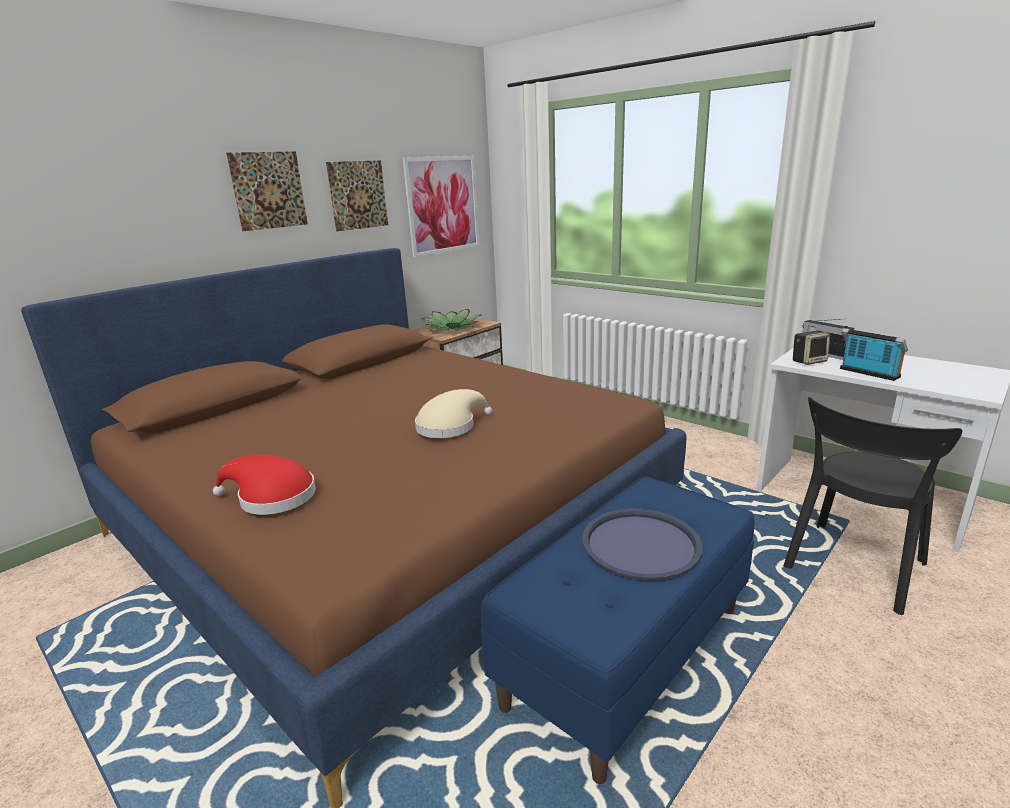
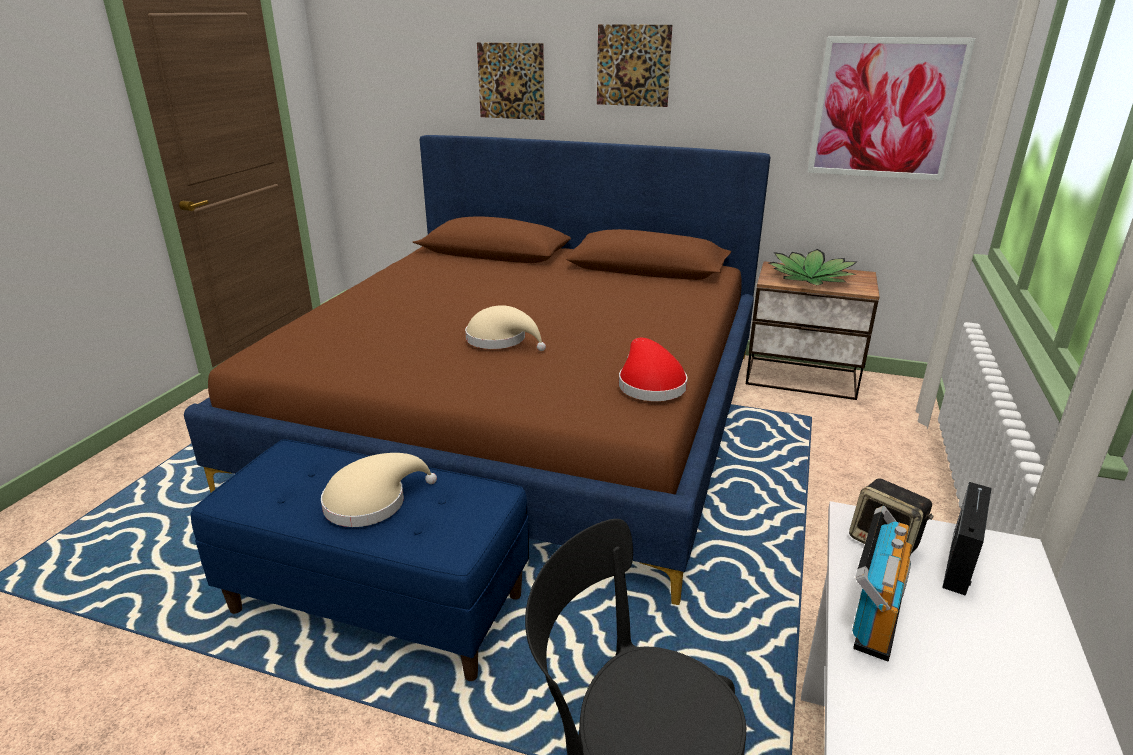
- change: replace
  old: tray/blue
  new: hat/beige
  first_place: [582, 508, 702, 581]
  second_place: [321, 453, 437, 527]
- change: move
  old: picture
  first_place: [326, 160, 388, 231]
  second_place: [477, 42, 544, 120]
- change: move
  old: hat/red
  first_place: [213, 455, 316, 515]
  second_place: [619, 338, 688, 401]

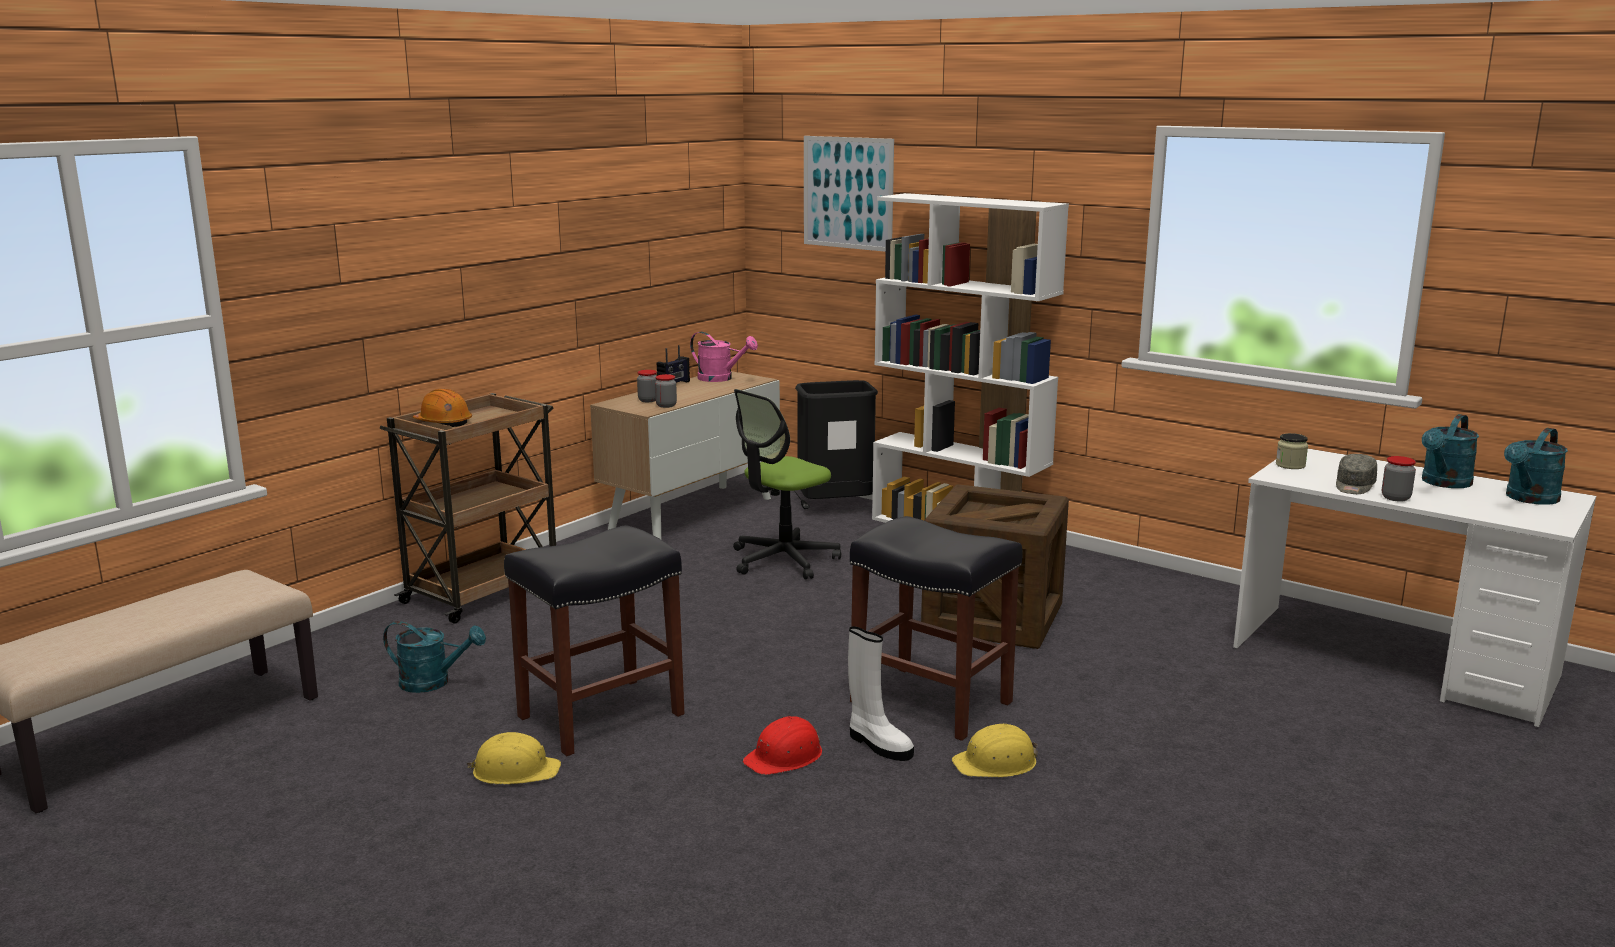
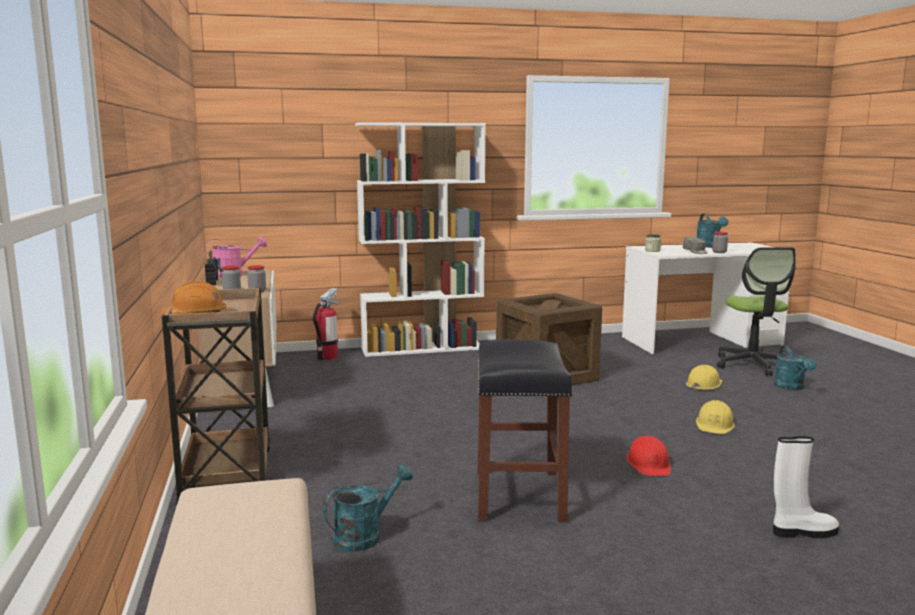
- change: replace
  old: trash can/black
  new: fire extinguisher
  first_place: [795, 380, 878, 499]
  second_place: [313, 288, 339, 360]
- change: move
  old: hard hat/yellow
  first_place: [467, 732, 561, 785]
  second_place: [686, 365, 722, 390]
- change: move
  old: office chair
  first_place: [733, 389, 841, 580]
  second_place: [717, 247, 796, 376]
- change: move
  old: boot/white
  first_place: [848, 626, 914, 761]
  second_place: [773, 436, 839, 538]
- change: move
  old: watering can/turquoise
  first_place: [1504, 428, 1568, 505]
  second_place: [774, 345, 816, 391]
- change: delete
  old: picture
  first_place: [804, 136, 894, 252]
- change: delete
  old: stool/black
  first_place: [850, 516, 1023, 741]

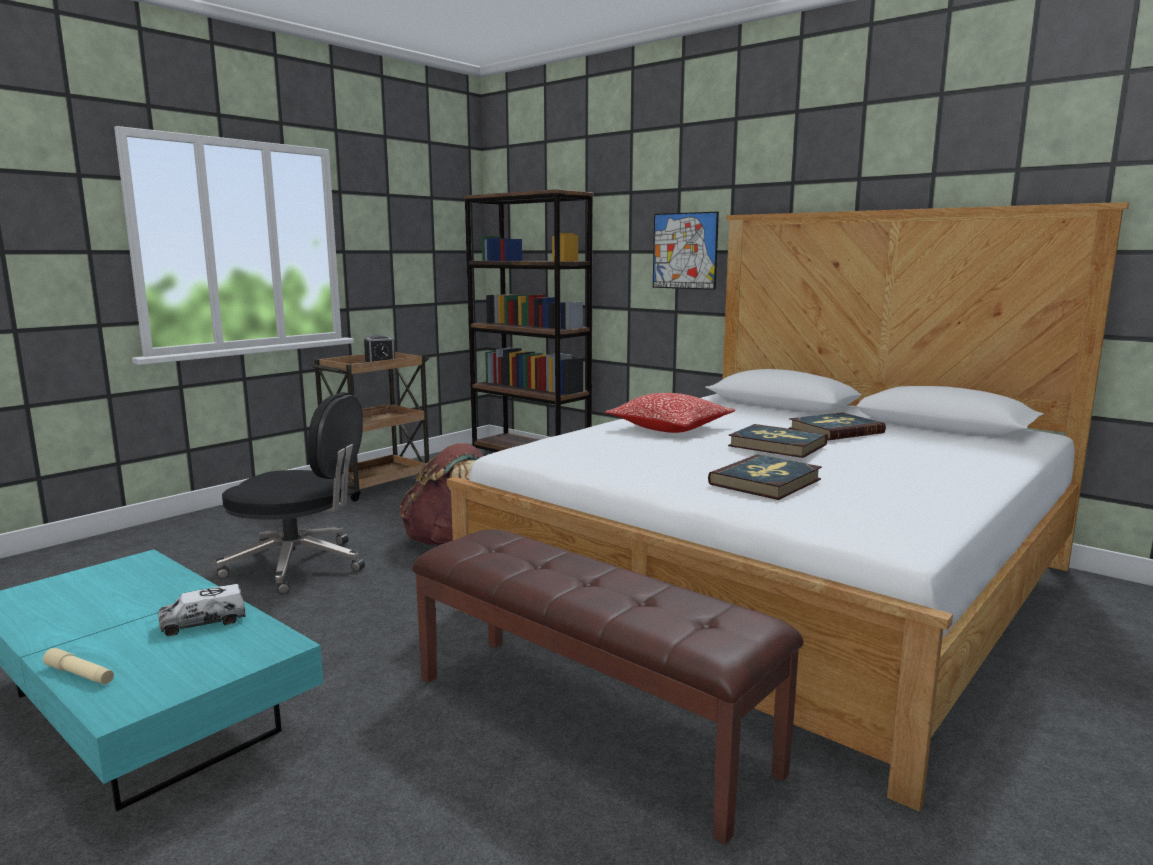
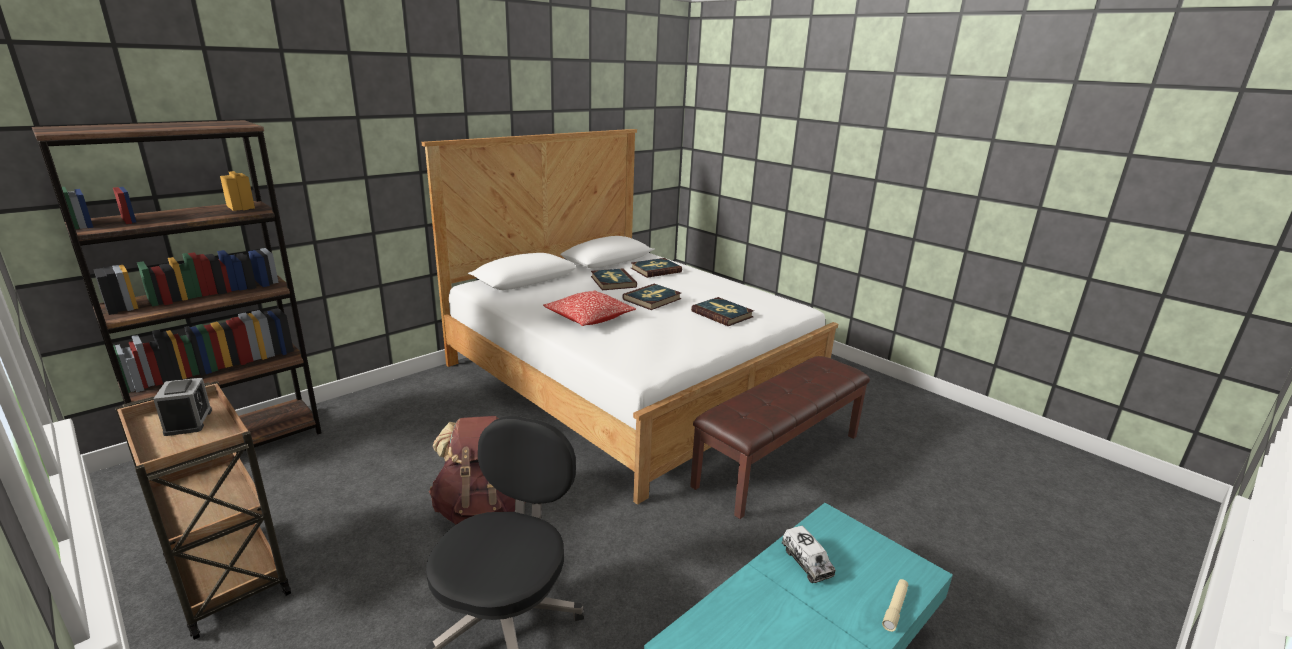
- change: insert
  new: book
  second_place: [631, 258, 682, 278]
- change: delete
  old: picture
  first_place: [653, 212, 719, 290]

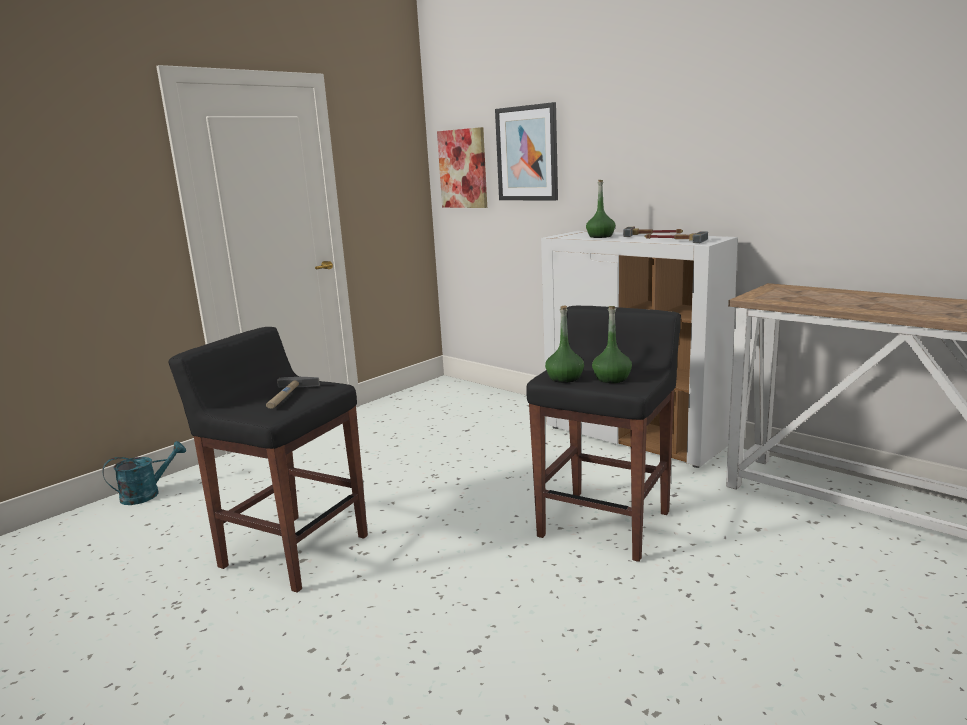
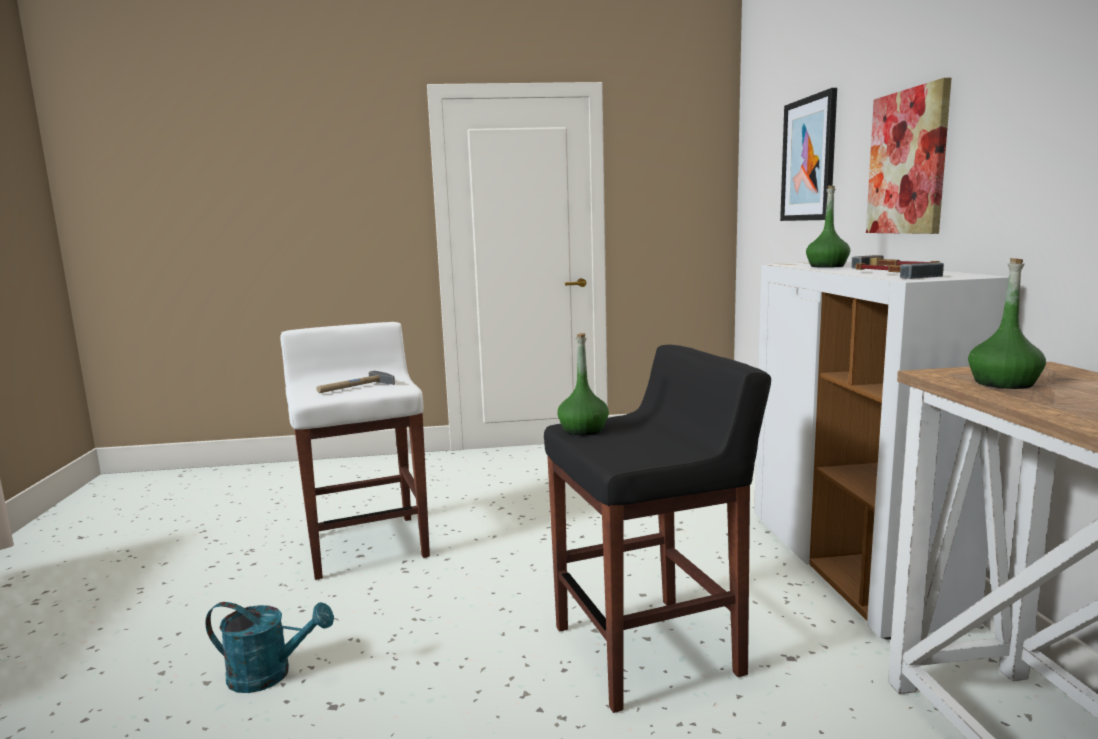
- change: move
  old: watering can/turquoise
  first_place: [102, 441, 186, 505]
  second_place: [205, 602, 334, 693]
- change: recolor
  old: stool/black
  new: stool/white
  first_place: [168, 327, 368, 593]
  second_place: [280, 322, 430, 580]
- change: move
  old: picture
  first_place: [437, 127, 487, 208]
  second_place: [866, 78, 951, 234]
- change: move
  old: bottle/green
  first_place: [592, 306, 632, 383]
  second_place: [968, 258, 1046, 389]

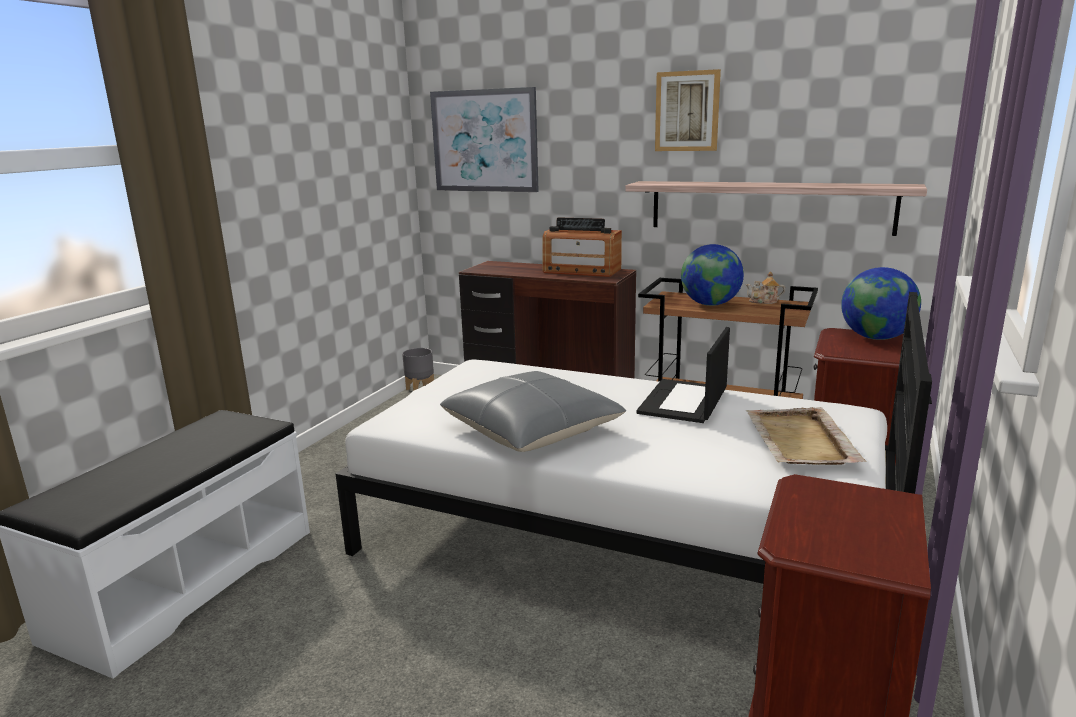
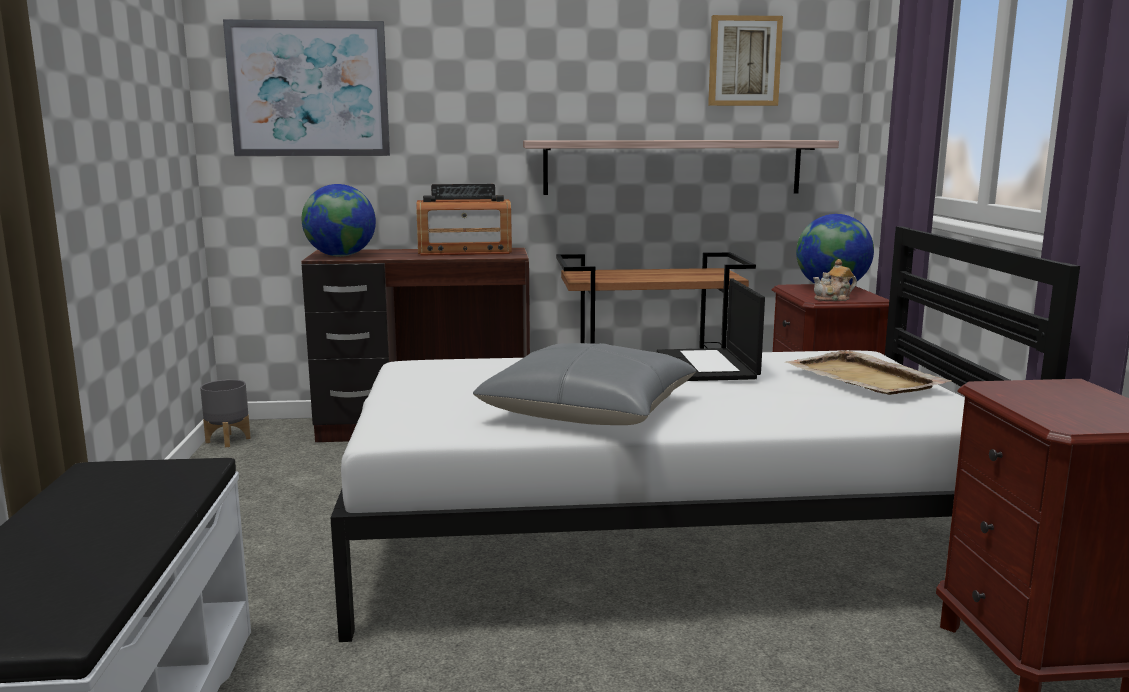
- change: move
  old: globe
  first_place: [681, 244, 744, 306]
  second_place: [302, 184, 376, 257]
- change: move
  old: picture
  first_place: [655, 69, 721, 151]
  second_place: [708, 15, 783, 106]
- change: move
  old: teapot
  first_place: [745, 272, 785, 304]
  second_place: [813, 259, 857, 301]

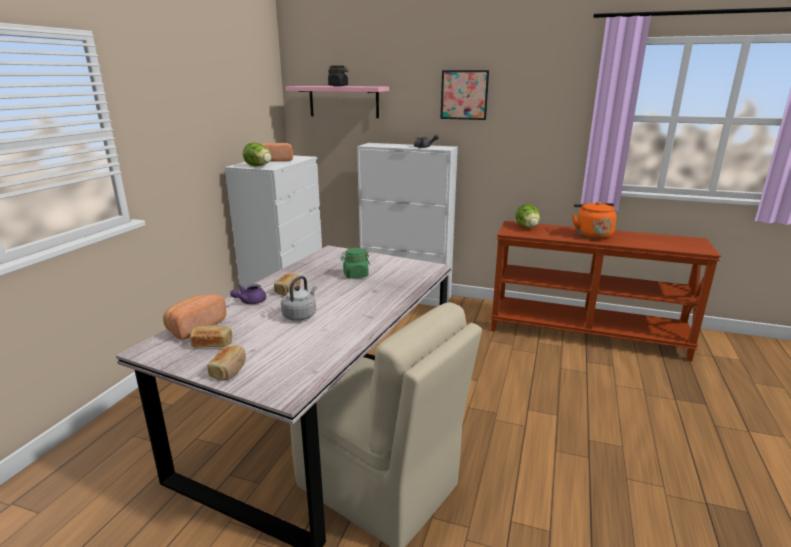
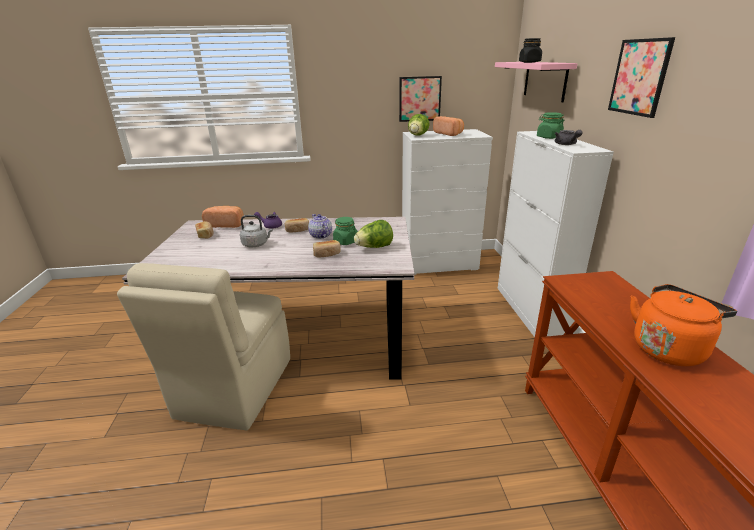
- change: insert
  new: teapot
  second_place: [308, 214, 332, 239]
- change: move
  old: bread
  first_place: [207, 345, 246, 381]
  second_place: [313, 240, 340, 257]
- change: move
  old: lettuce
  first_place: [516, 204, 540, 228]
  second_place: [354, 220, 393, 248]
- change: insert
  new: picture
  second_place: [399, 76, 442, 122]
- change: insert
  new: jar/green
  second_place: [537, 112, 564, 139]

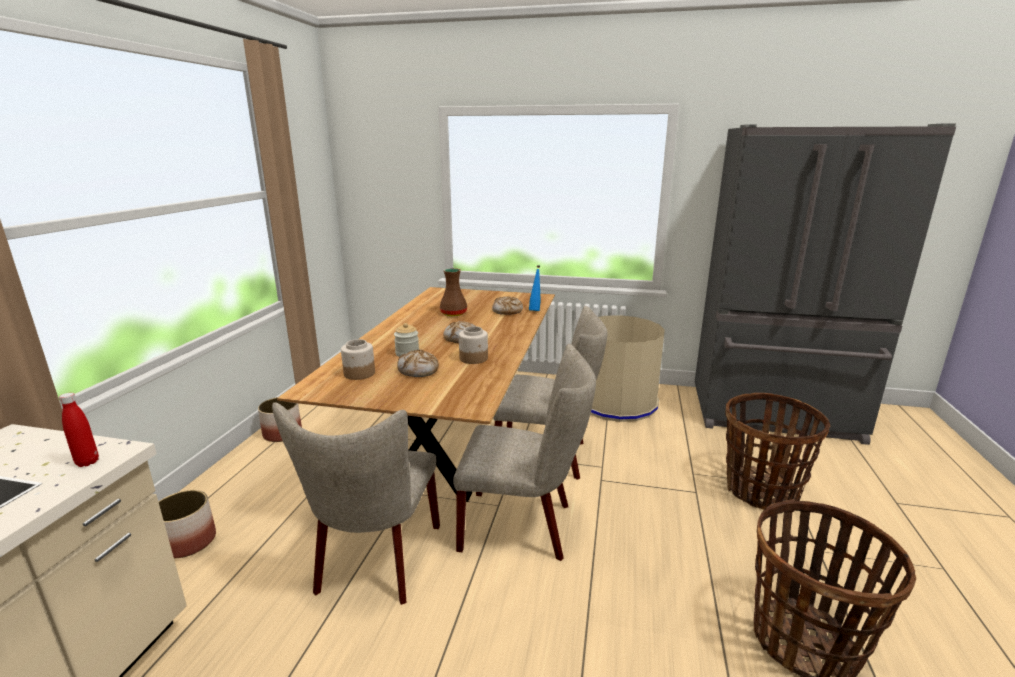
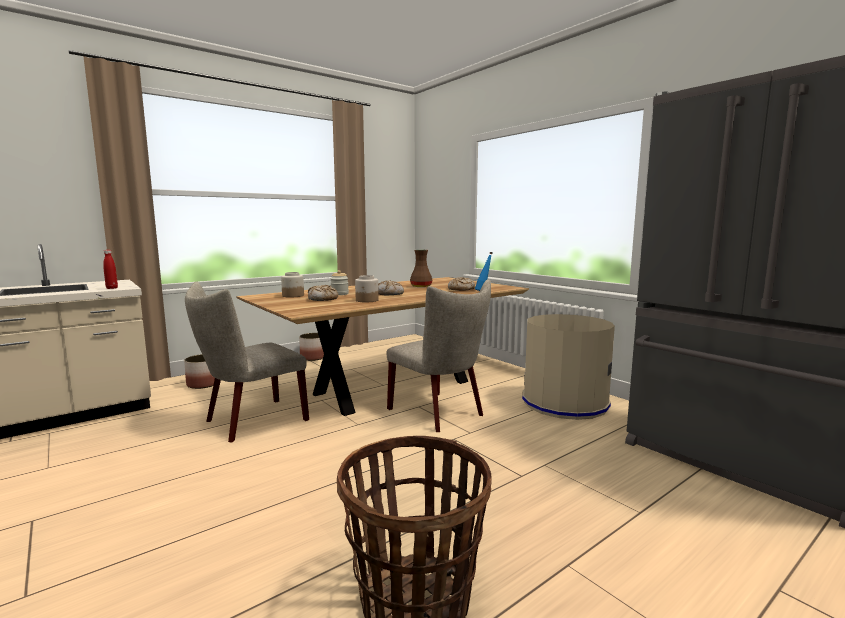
- change: delete
  old: chair/beige
  first_place: [453, 344, 596, 561]
- change: delete
  old: basket
  first_place: [725, 393, 830, 510]

